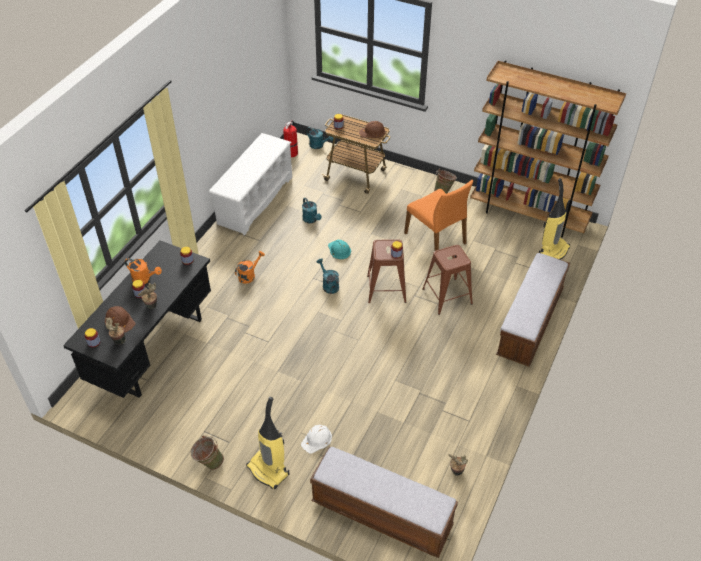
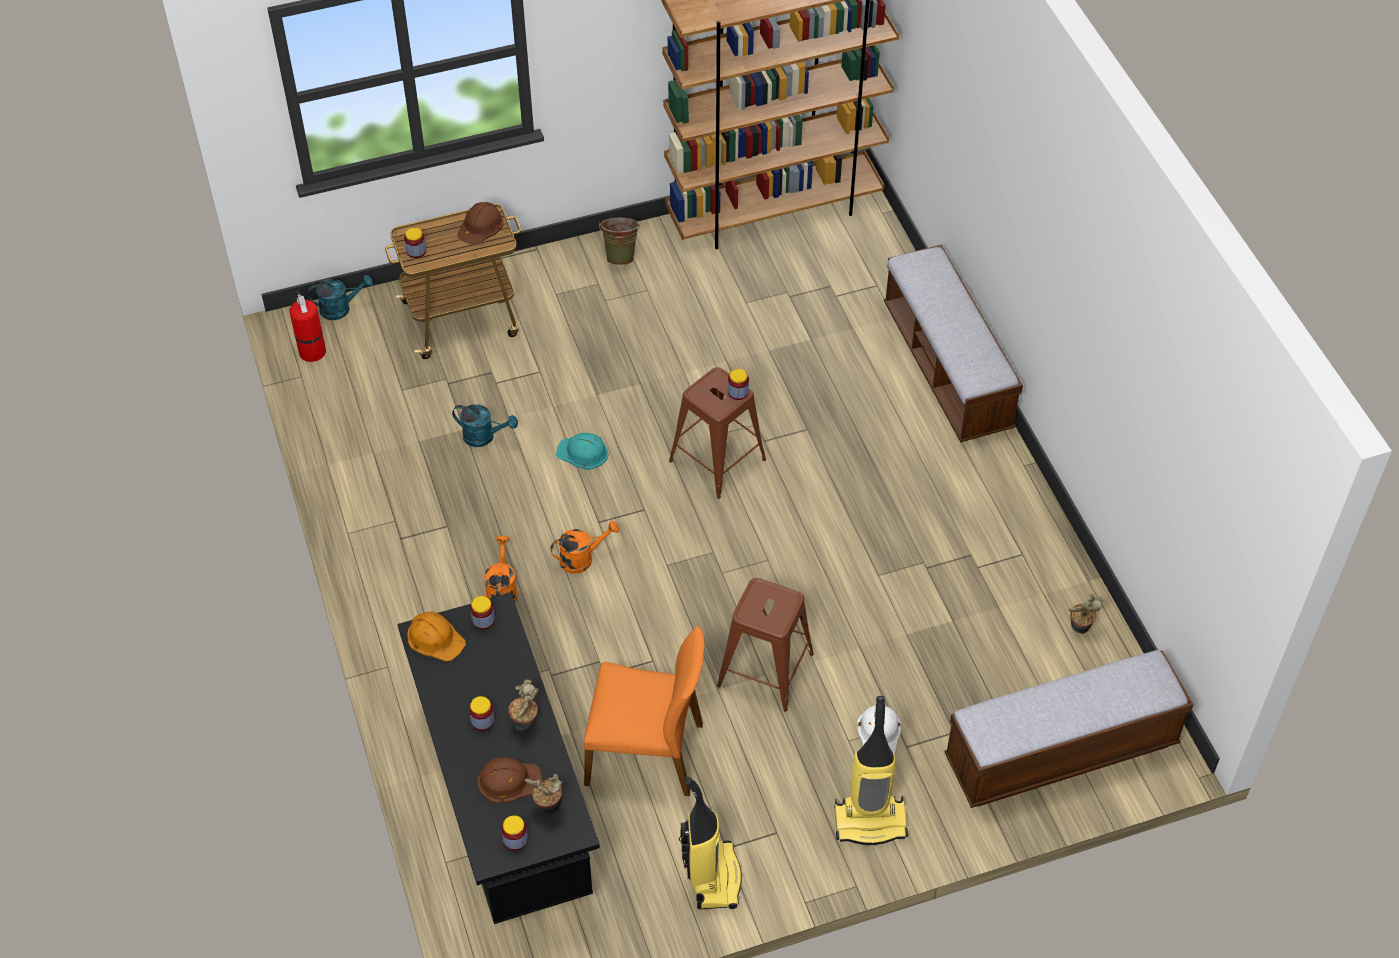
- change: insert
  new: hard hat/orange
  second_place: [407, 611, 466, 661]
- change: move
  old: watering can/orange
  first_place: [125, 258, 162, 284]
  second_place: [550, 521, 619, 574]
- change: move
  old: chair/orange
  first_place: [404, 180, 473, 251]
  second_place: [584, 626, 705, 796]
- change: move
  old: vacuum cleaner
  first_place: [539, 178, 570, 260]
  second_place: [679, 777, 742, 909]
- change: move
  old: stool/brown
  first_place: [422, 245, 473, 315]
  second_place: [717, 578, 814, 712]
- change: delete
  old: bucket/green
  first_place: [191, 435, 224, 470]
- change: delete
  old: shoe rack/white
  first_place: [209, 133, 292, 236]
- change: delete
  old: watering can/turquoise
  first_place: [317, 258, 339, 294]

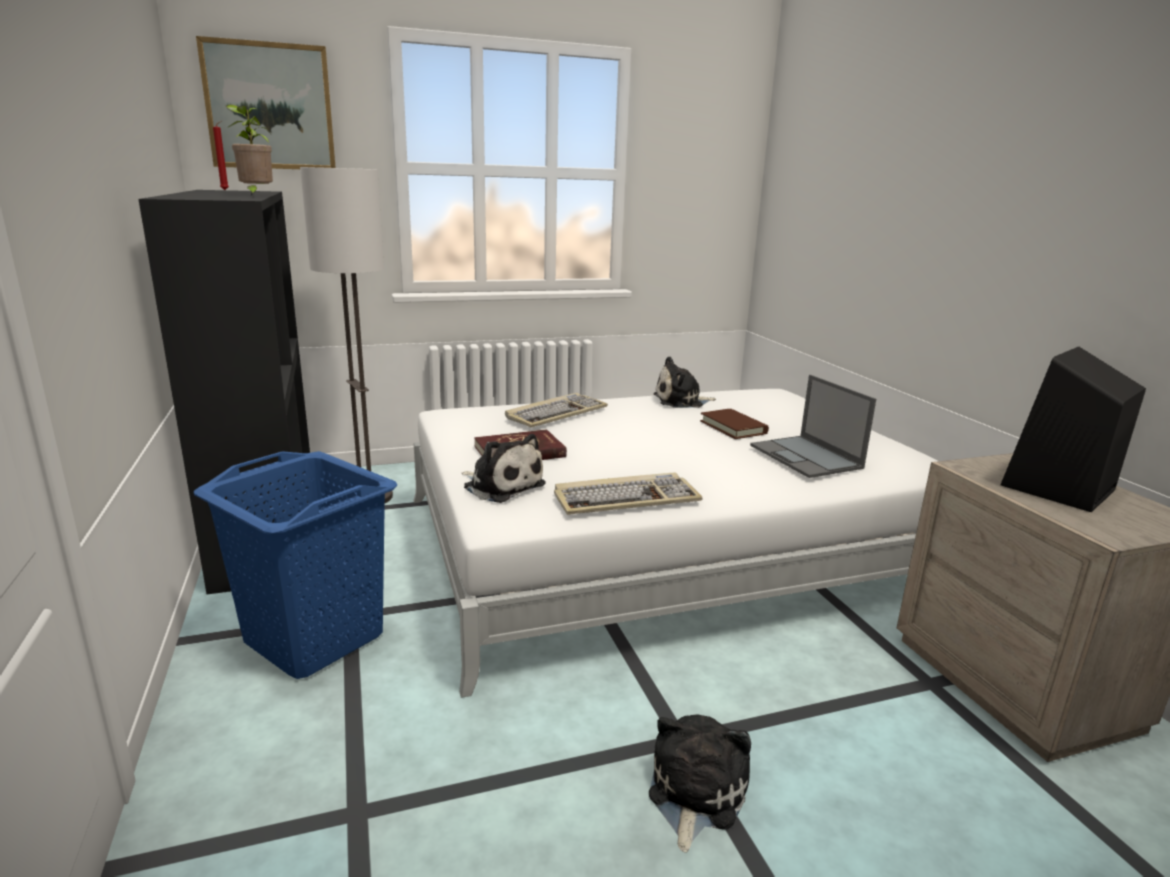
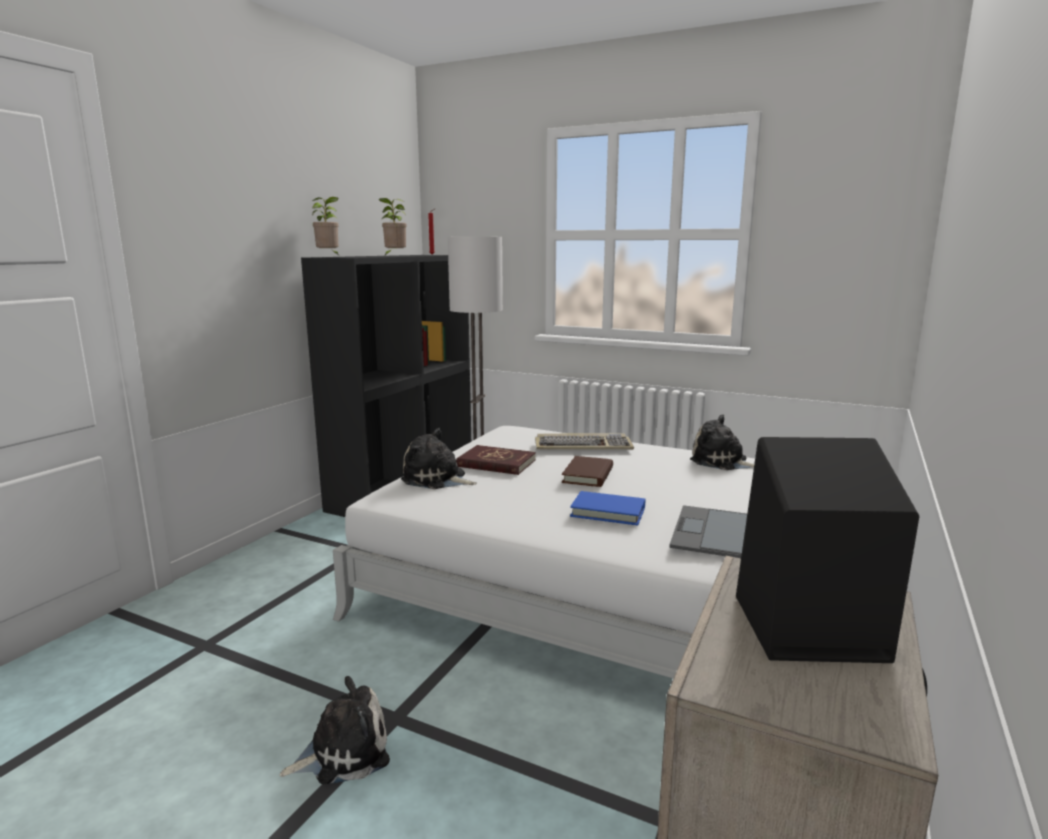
- change: insert
  new: potted plant
  second_place: [312, 197, 339, 255]
- change: rotate
  old: plush toy
  first_place: [462, 434, 546, 503]
  second_place: [401, 428, 477, 489]
  degrees: 120
- change: move
  old: book/brown
  first_place: [700, 409, 769, 439]
  second_place: [562, 456, 613, 487]
- change: insert
  new: book/blue
  second_place: [570, 491, 645, 525]
- change: delete
  old: laundry basket/blue
  first_place: [194, 451, 397, 679]
- change: delete
  old: picture
  first_place: [196, 36, 336, 169]
- change: delete
  old: keyboard
  first_place: [554, 473, 703, 515]

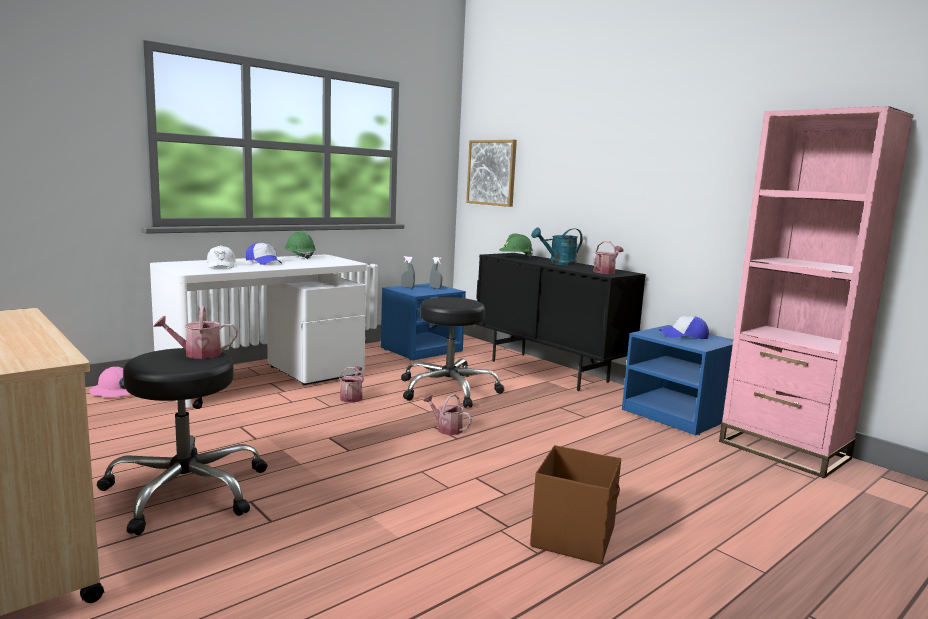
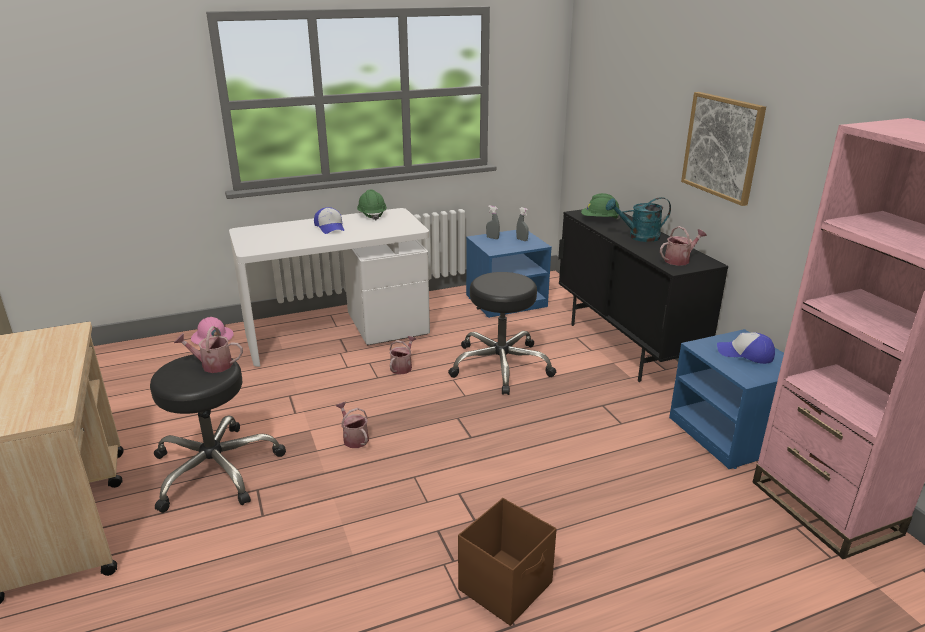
- change: move
  old: watering can
  first_place: [423, 394, 472, 435]
  second_place: [336, 402, 369, 448]
- change: move
  old: picture
  first_place: [466, 140, 517, 207]
  second_place: [681, 92, 766, 206]
- change: delete
  old: cap/white
  first_place: [207, 245, 235, 268]

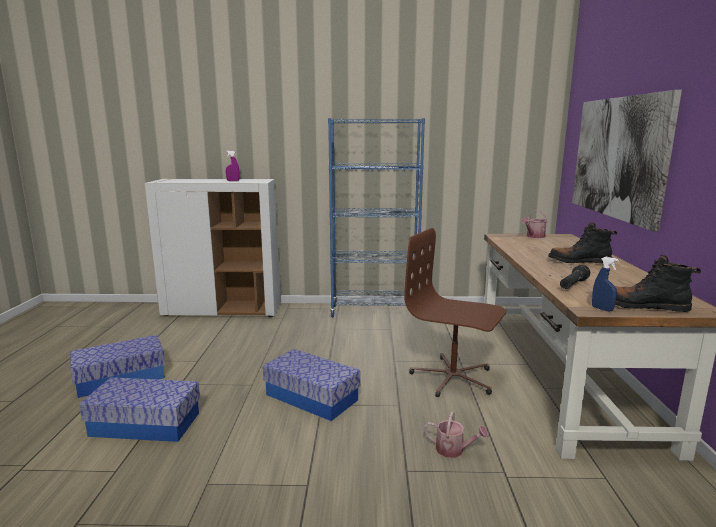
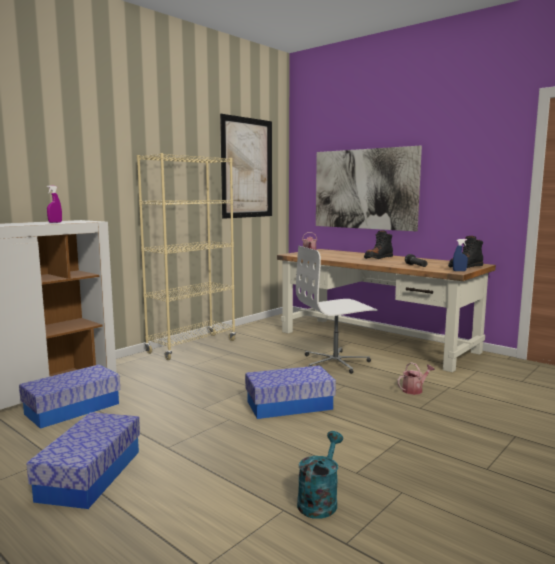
- change: move
  old: storage box
  first_place: [79, 377, 200, 442]
  second_place: [19, 364, 120, 429]
- change: recolor
  old: bookcase/blue
  new: bookcase/beige
  first_place: [328, 118, 425, 317]
  second_place: [137, 153, 236, 360]
- change: insert
  new: picture
  second_place: [220, 114, 272, 219]
- change: recolor
  old: office chair/brown
  new: office chair/white
  first_place: [404, 228, 506, 397]
  second_place: [296, 246, 377, 374]
- change: insert
  new: watering can/turquoise
  second_place: [297, 431, 343, 519]

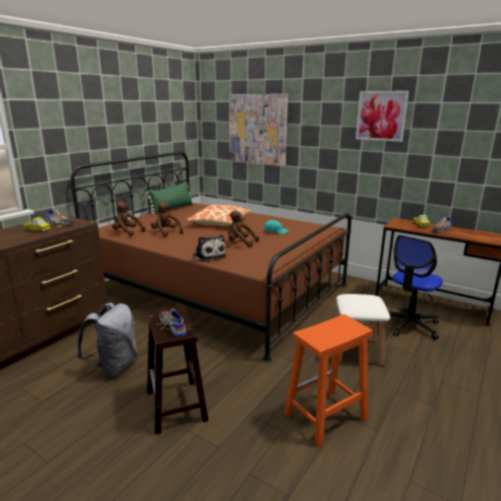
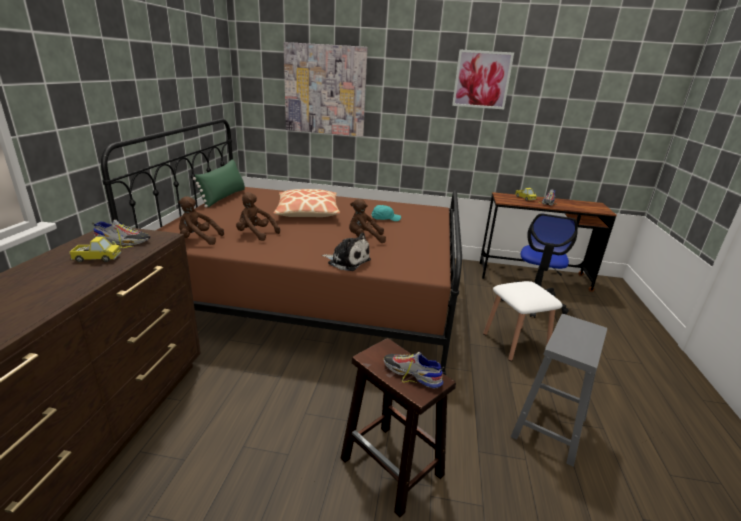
- change: recolor
  old: stool/orange
  new: stool/grey
  first_place: [284, 314, 373, 447]
  second_place: [511, 314, 607, 467]
- change: delete
  old: backpack/grey
  first_place: [77, 303, 138, 378]

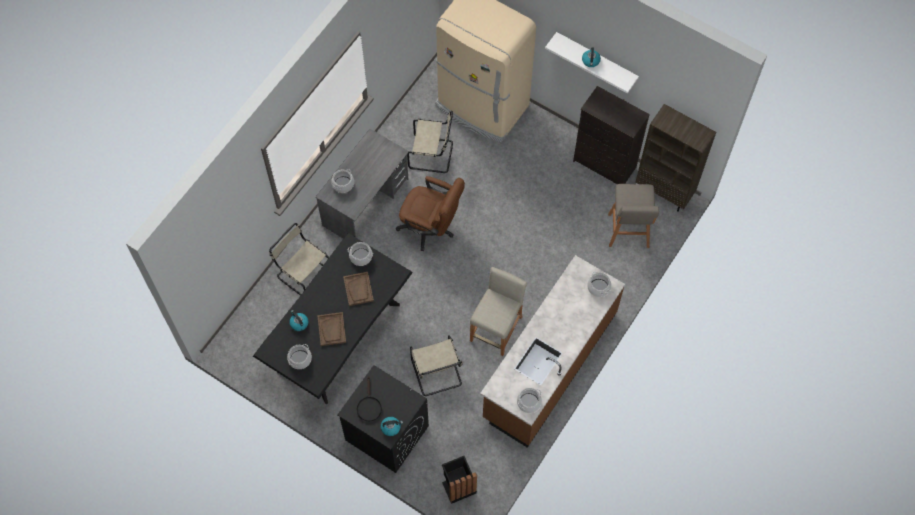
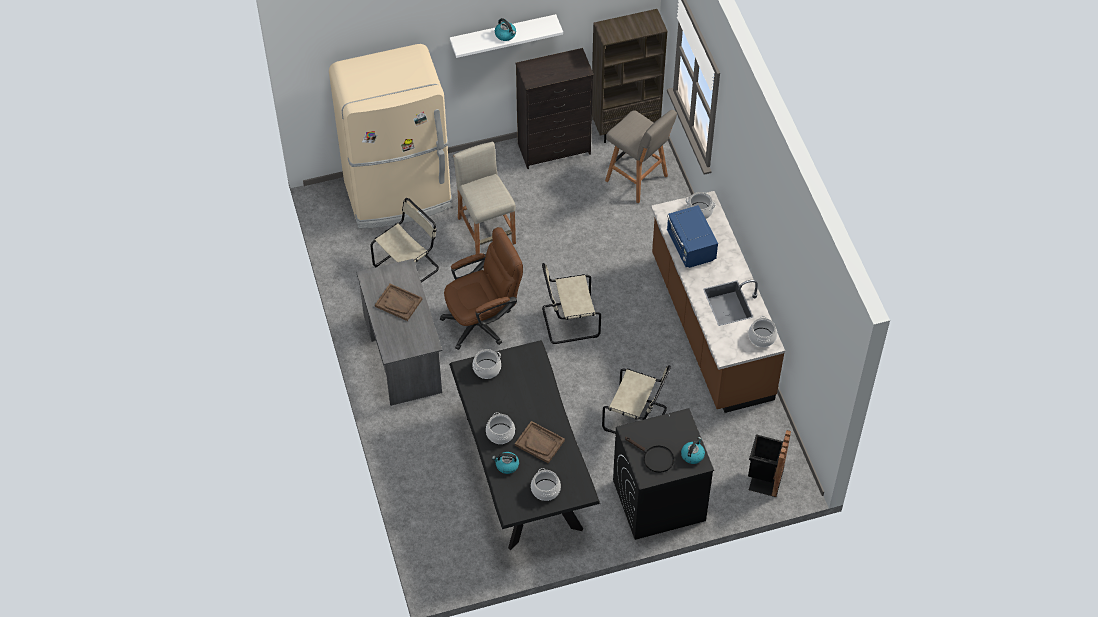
- change: move
  old: tray/brown
  first_place: [343, 272, 374, 306]
  second_place: [375, 284, 422, 321]
- change: move
  old: stool/beige
  first_place: [470, 267, 527, 356]
  second_place: [453, 142, 516, 254]
- change: move
  old: cooking pot
  first_place: [331, 169, 354, 193]
  second_place: [486, 412, 515, 444]
- change: move
  old: chair/beige
  first_place: [269, 223, 329, 296]
  second_place: [542, 263, 601, 344]
- change: insert
  new: microwave/blue
  second_place: [667, 205, 718, 268]

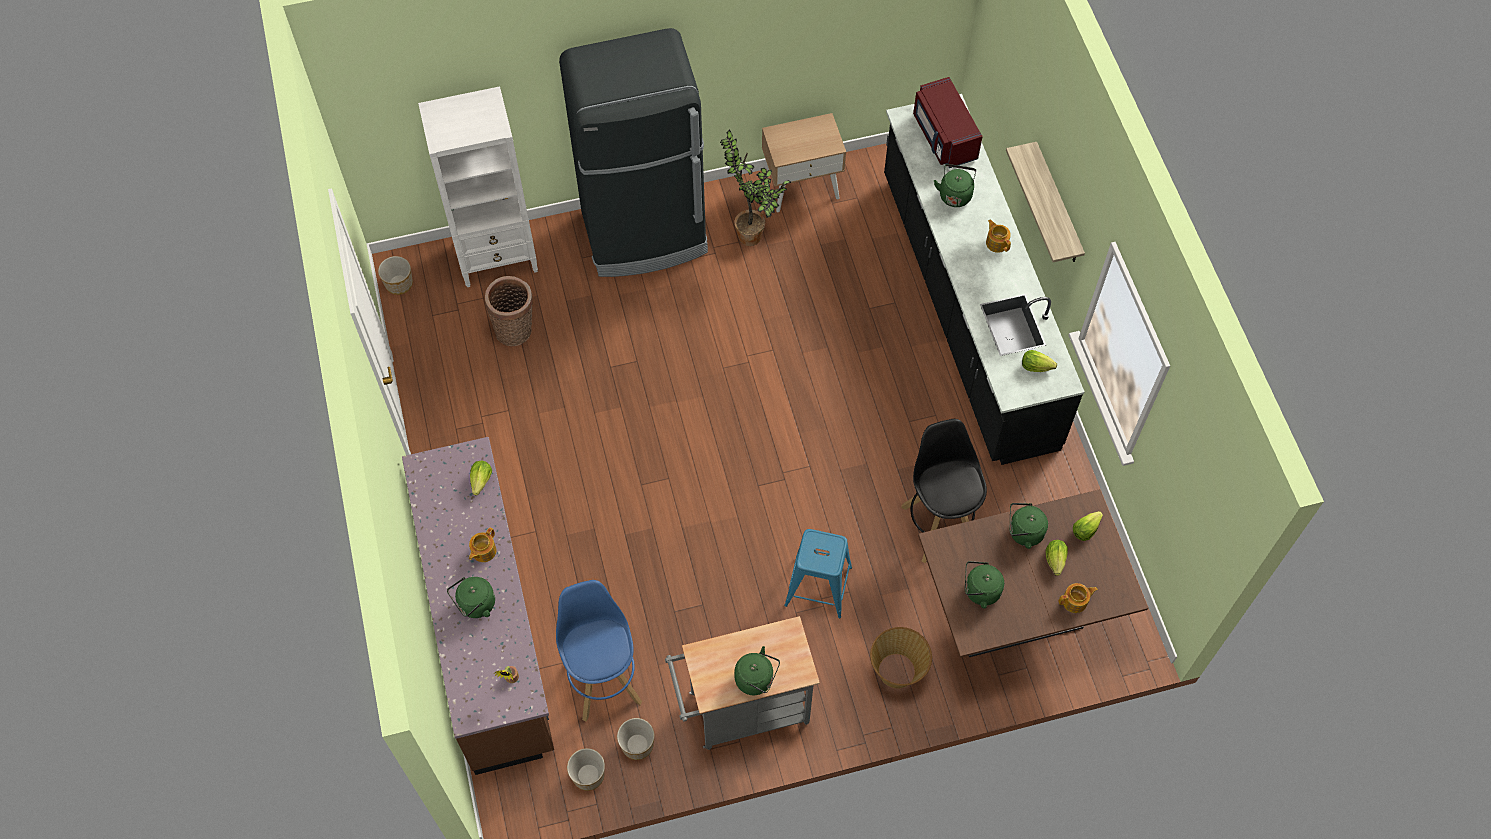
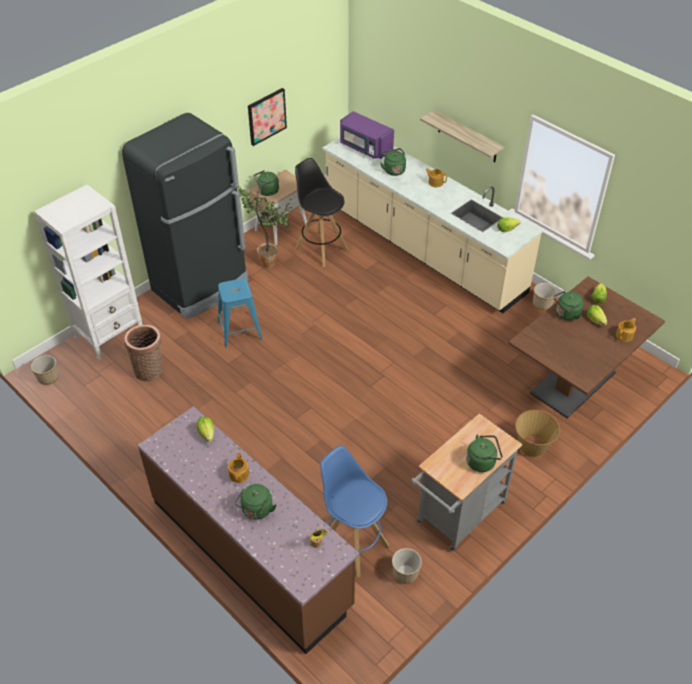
- change: move
  old: stool/blue
  first_place: [785, 529, 852, 618]
  second_place: [218, 278, 263, 348]
- change: insert
  new: picture
  second_place: [248, 88, 287, 146]
- change: move
  old: kettle/green
  first_place: [965, 561, 1004, 608]
  second_place: [253, 170, 279, 196]
- change: move
  old: stool/black
  first_place: [901, 419, 987, 563]
  second_place: [295, 158, 348, 267]
- change: recolor
  old: counter/black
  new: counter/beige
  first_place: [884, 94, 1085, 465]
  second_place: [323, 138, 543, 313]
- change: recolor
  old: microwave/red
  new: microwave/purple
  first_place: [913, 77, 983, 168]
  second_place: [340, 111, 394, 159]
- change: move
  old: planter
  first_place: [567, 748, 605, 791]
  second_place: [533, 283, 557, 310]

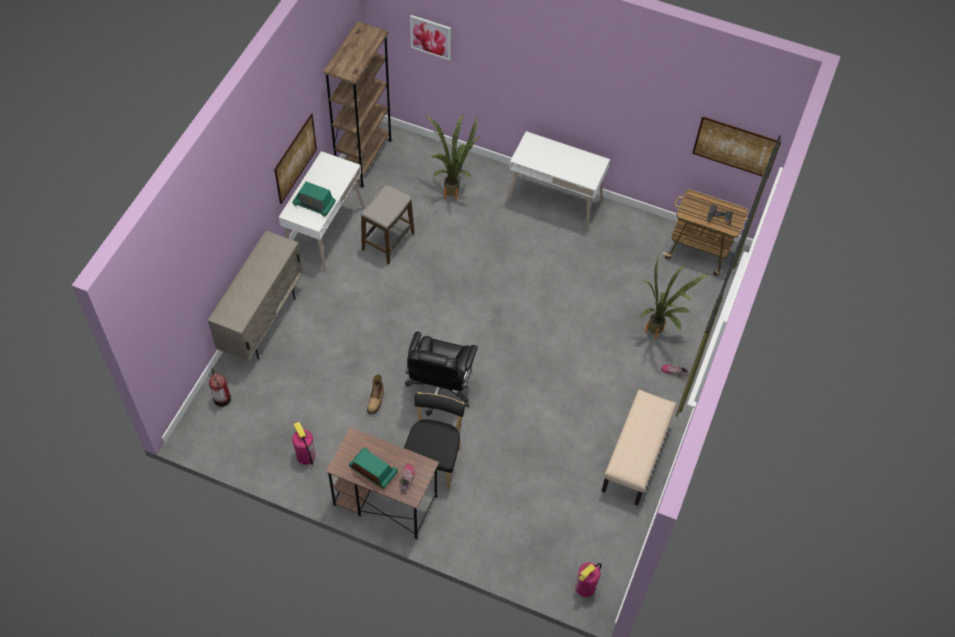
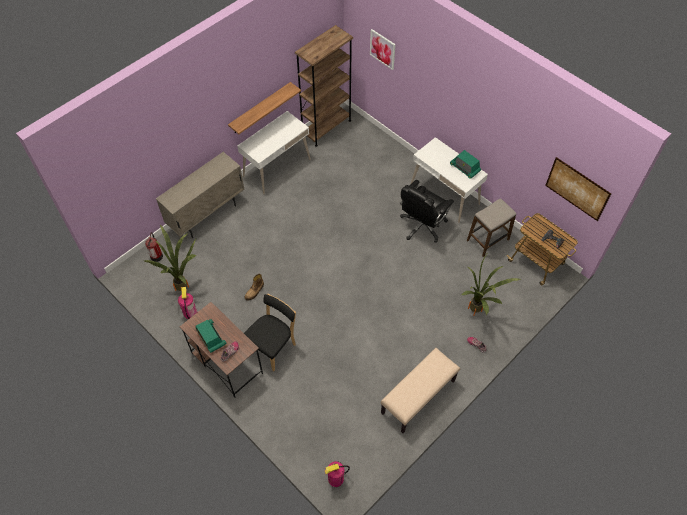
- change: move
  old: potted plant
  first_place: [425, 113, 480, 200]
  second_place: [144, 225, 197, 291]
- change: replace
  old: picture
  new: shelf
  first_place: [274, 113, 317, 204]
  second_place: [228, 82, 301, 134]
- change: move
  old: office chair/black
  first_place: [405, 332, 478, 416]
  second_place: [400, 180, 454, 243]
- change: move
  old: radio
  first_place: [293, 181, 336, 217]
  second_place: [450, 150, 481, 179]
- change: move
  old: stool
  first_place: [361, 185, 414, 264]
  second_place: [467, 198, 516, 257]

